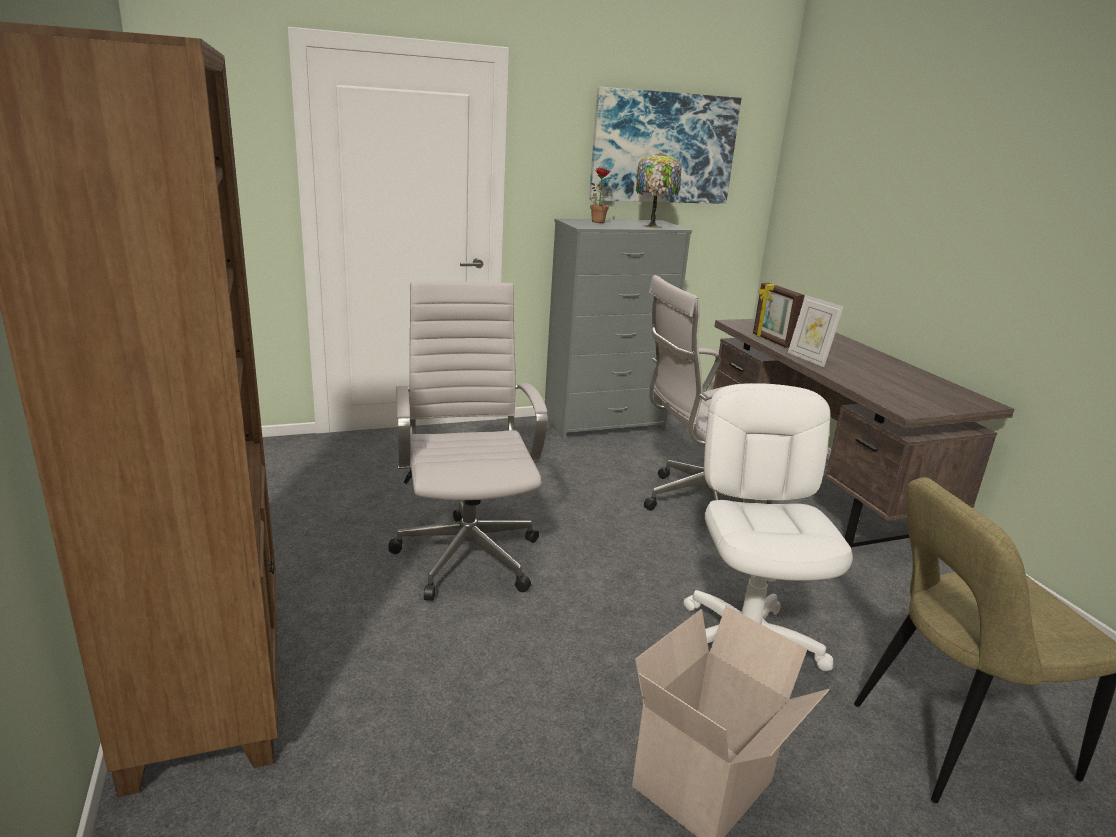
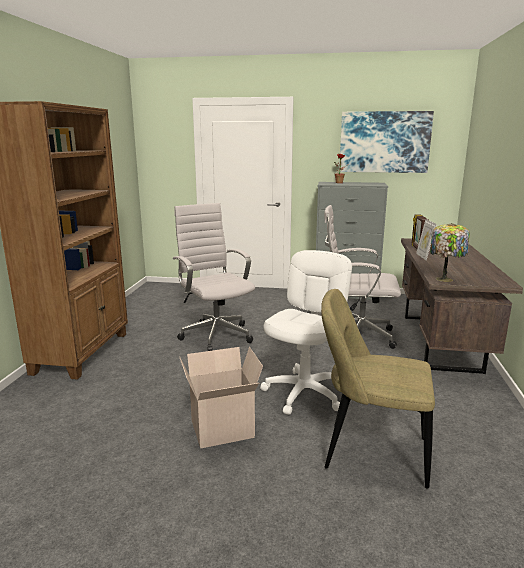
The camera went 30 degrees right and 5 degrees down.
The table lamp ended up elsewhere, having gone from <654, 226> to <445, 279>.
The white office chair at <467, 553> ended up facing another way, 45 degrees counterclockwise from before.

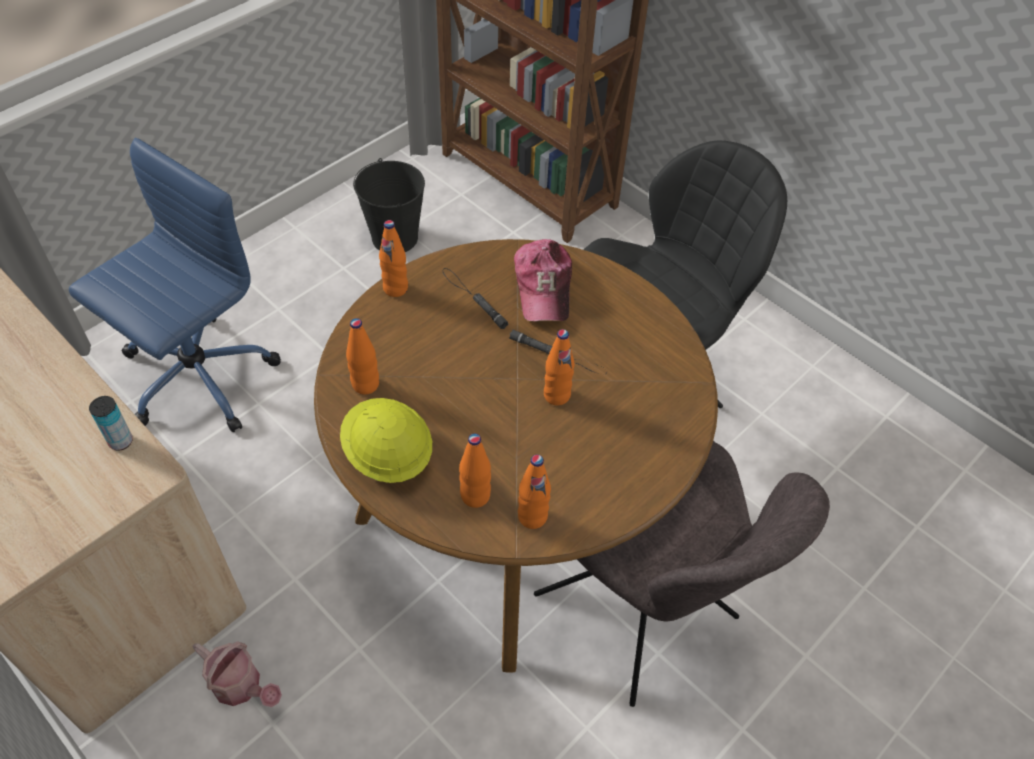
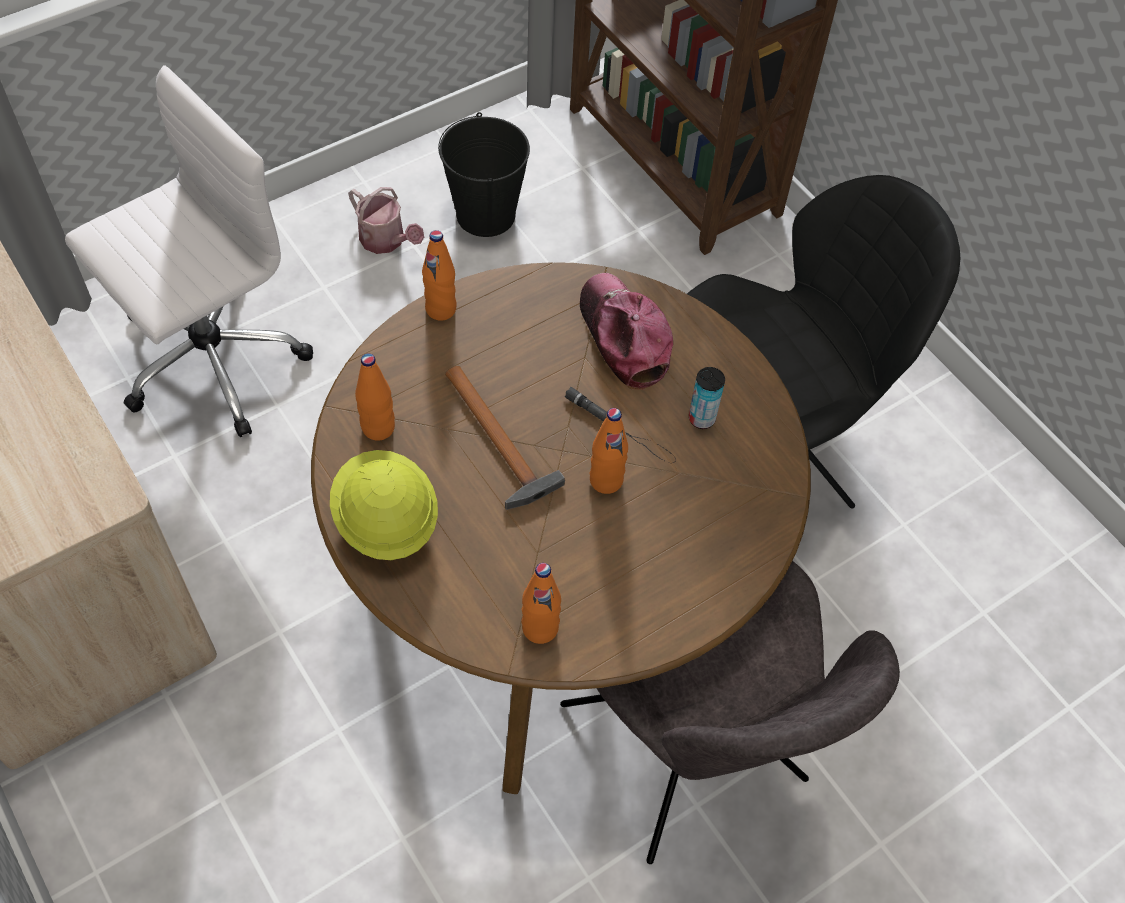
The camera went 10 degrees right and 5 degrees up.
What was the blue office chair at <196, 378> turned into the white office chair at <209, 360>.
The peaked cap at <543, 287> ended up facing another way, 150 degrees clockwise from before.
The second view lost the black-coloured hand torch at <473, 298>.
The metal can ended up elsewhere, having gone from <121, 441> to <701, 419>.
The second view lost the orange beverage bottle at <475, 496>.
The watering pot ended up elsewhere, having gone from <242, 686> to <386, 241>.
The second view gained the tool hammer at <498, 442>.

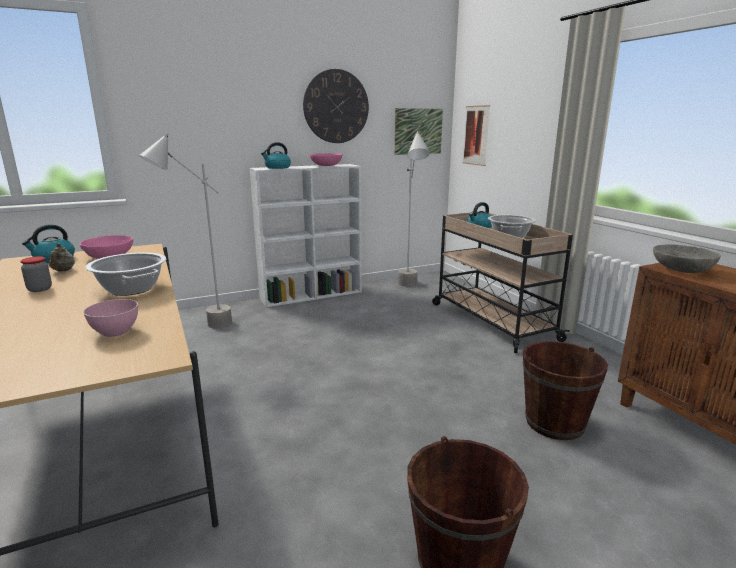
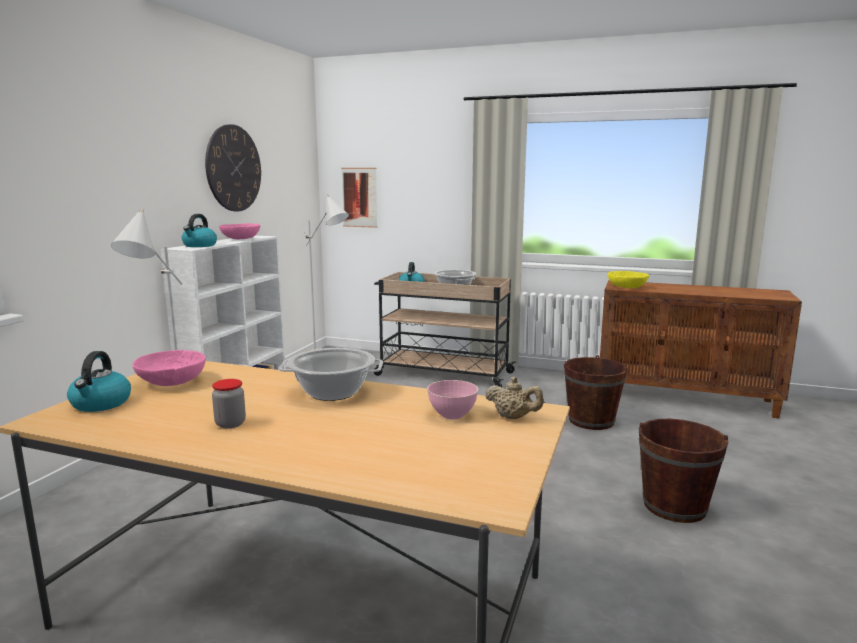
The camera went 45 degrees left and 5 degrees down.
The second view lost the picture at <418, 131>.
The sand-coloured tea pot ended up elsewhere, having gone from <63, 271> to <513, 417>.
What was the greyish bowl at <681, 270> turned into the yellow-coloured bowl at <626, 287>.

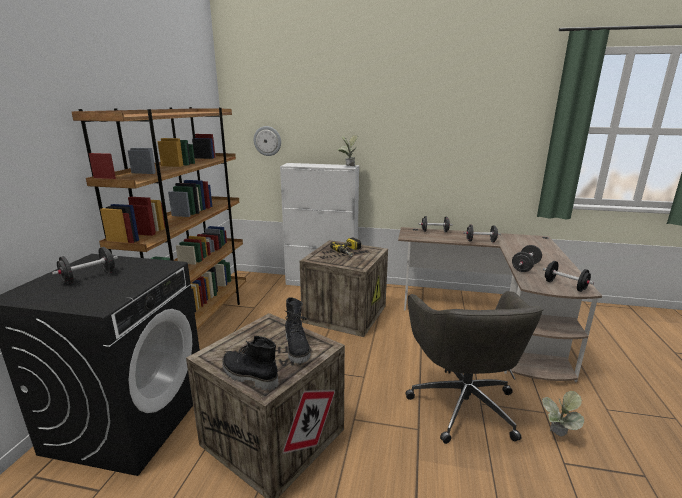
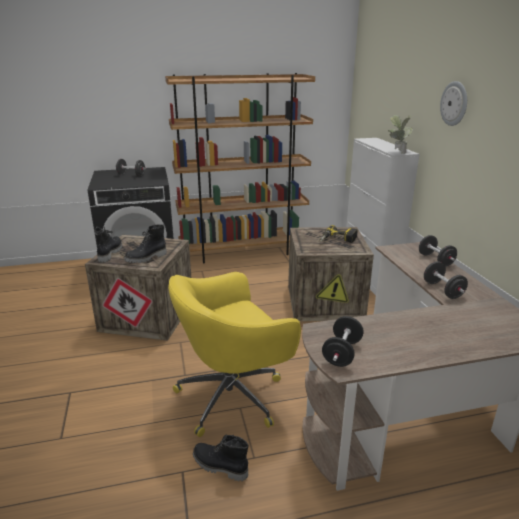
The camera went 65 degrees right and 5 degrees up.
The hanging clock ended up elsewhere, having gone from <267, 141> to <454, 103>.
The second view lost the black-coloured dumbbell at <525, 267>.
What was the greyish office chair at <462, 403> turned into the yellow-coloured office chair at <233, 395>.
Where the plant in a pot stood at <556, 436>, the black-coloured tall boot came to stand at <219, 466>.

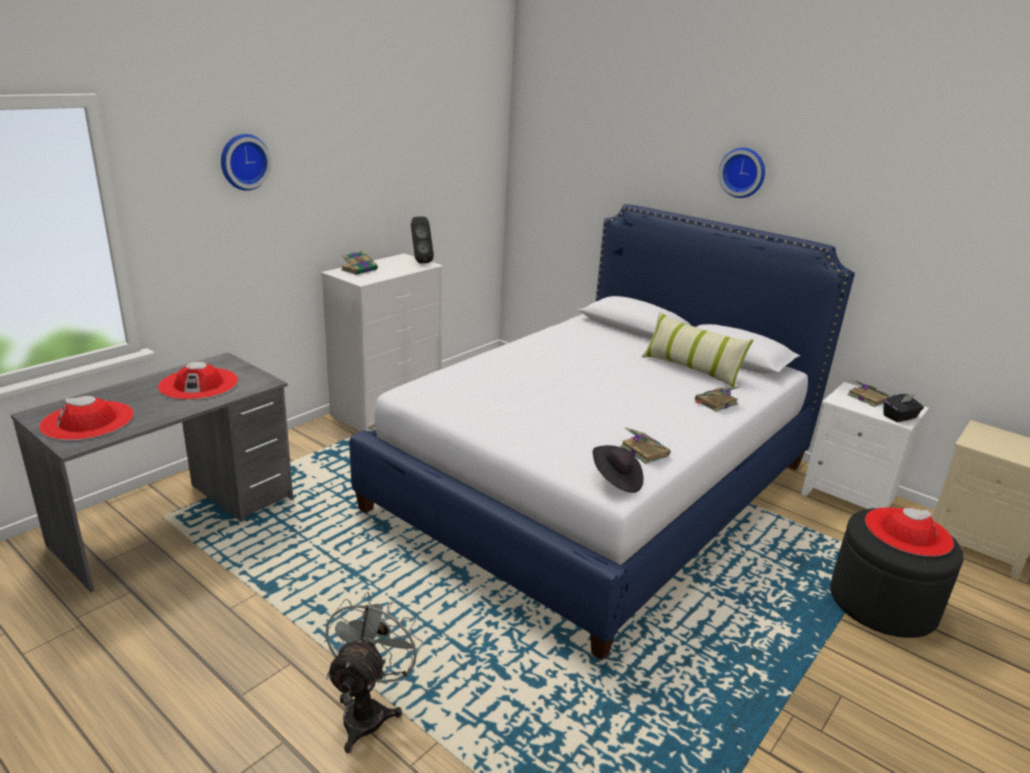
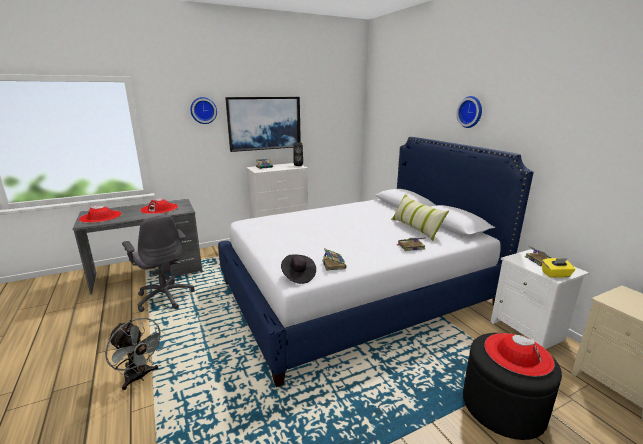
The camera went 25 degrees right and 5 degrees down.
What was the black-coloured box of tissues at <900, 417> turned into the yellow-coloured box of tissues at <556, 275>.
The greyish fan at <368, 711> ended up facing another way, 90 degrees clockwise from before.
The second view gained the picture at <264, 123>.
The second view gained the greyish office chair at <165, 297>.

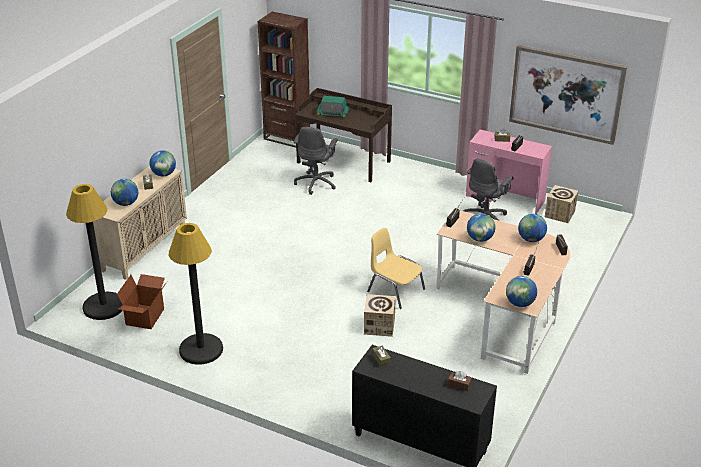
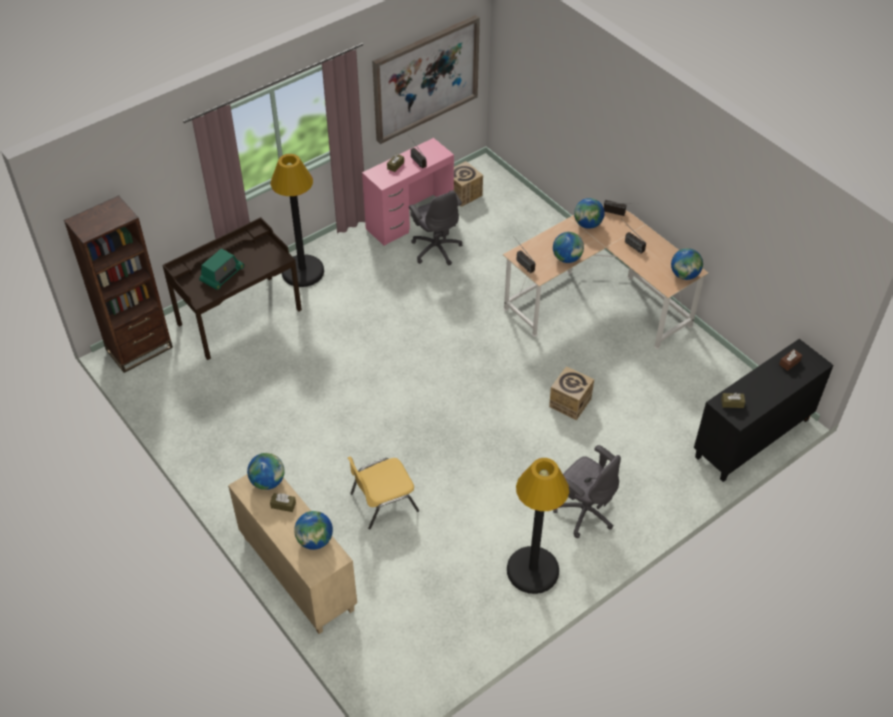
The camera went 65 degrees left and 15 degrees up.
The greyish office chair ended up elsewhere, having gone from <316, 183> to <584, 511>.
The black-coloured standing lamp ended up elsewhere, having gone from <104, 306> to <302, 271>.
The yellow-coloured chair ended up elsewhere, having gone from <395, 290> to <382, 502>.
The second view lost the cardboard box at <145, 317>.

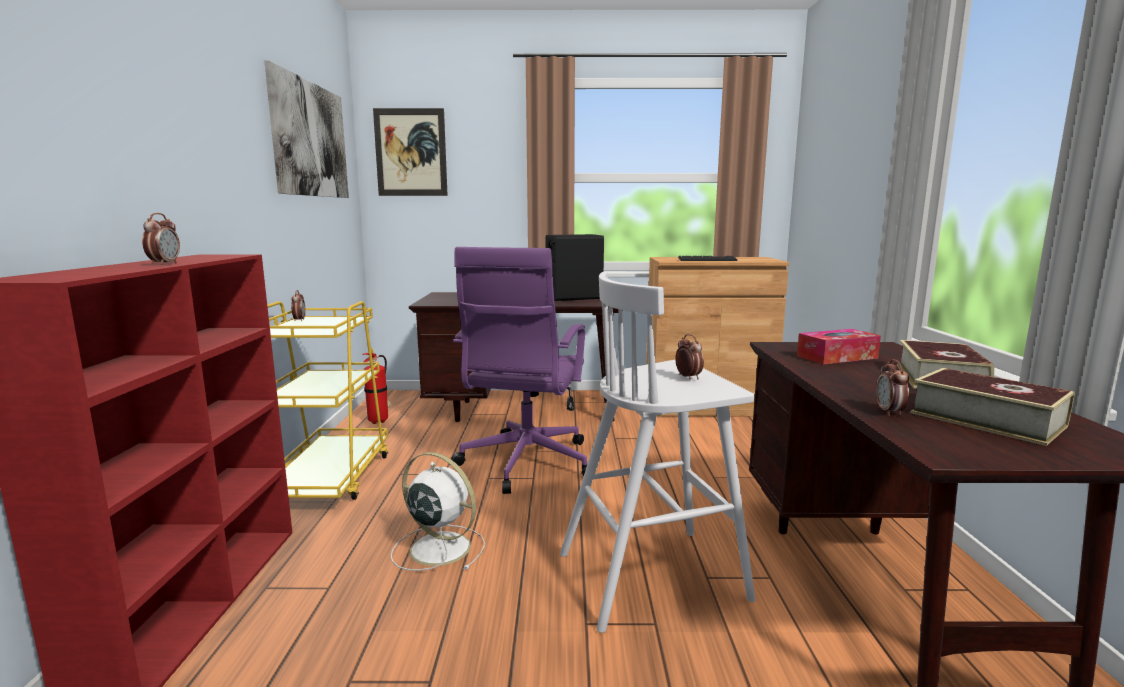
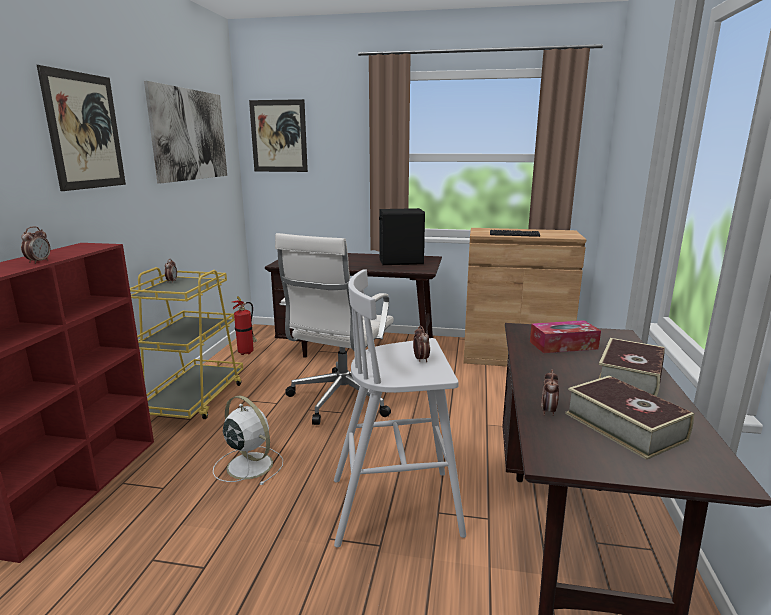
The camera went 10 degrees right and 5 degrees up.
What was the purple office chair at <525, 464> turned into the white office chair at <341, 399>.
The second view gained the picture at <85, 131>.

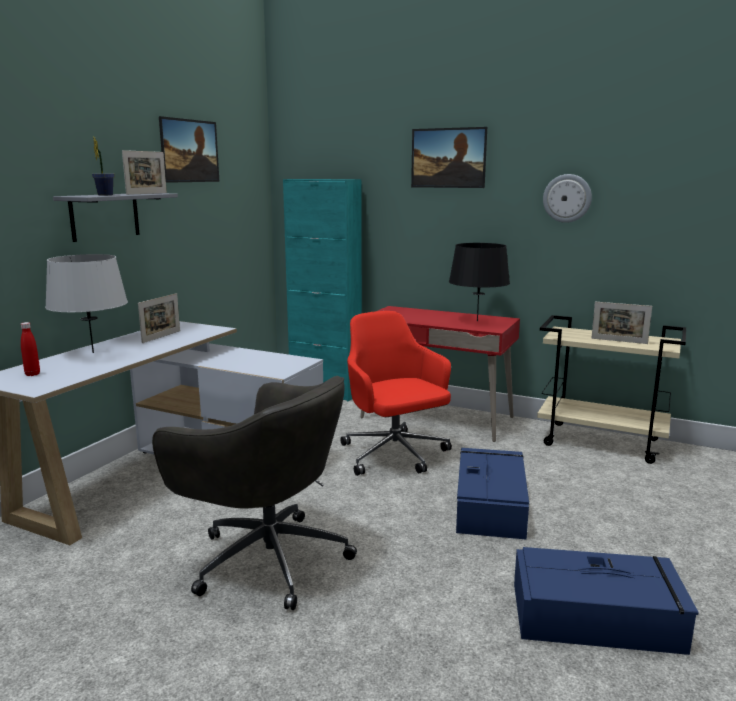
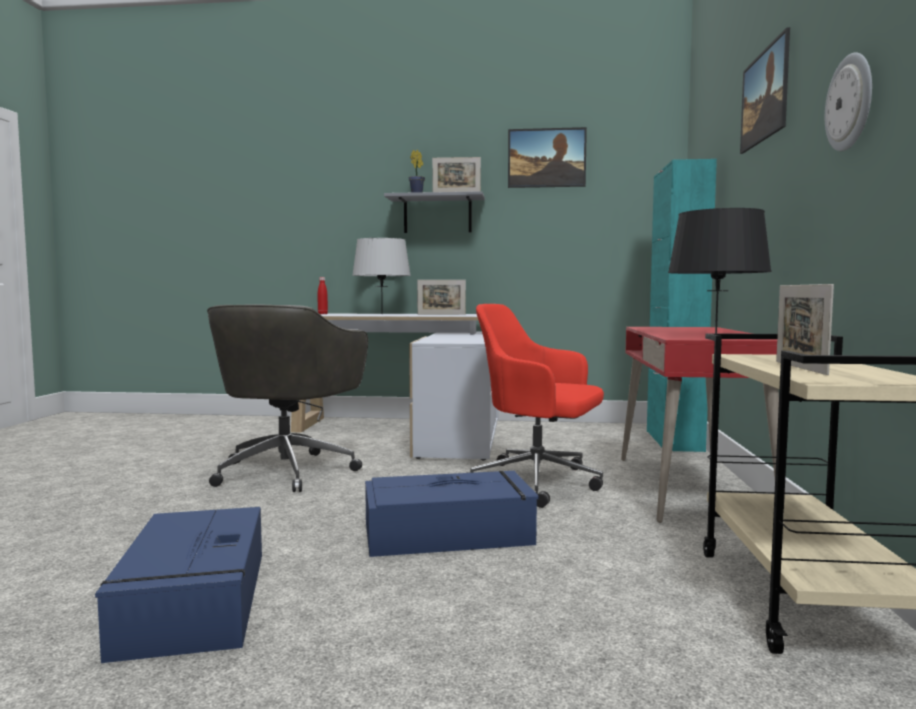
The camera went 70 degrees right and 10 degrees down.
The reddish office chair at <395, 455> ended up facing another way, 105 degrees counterclockwise from before.

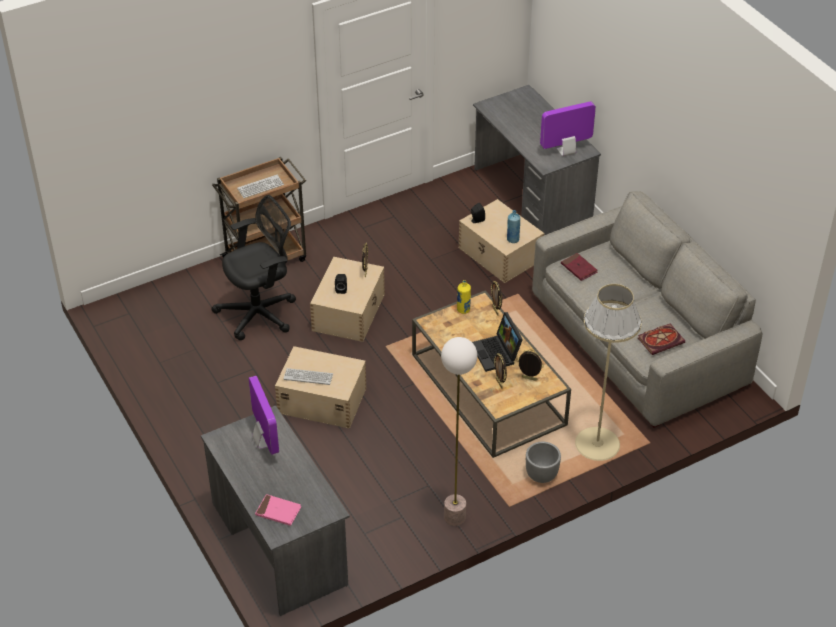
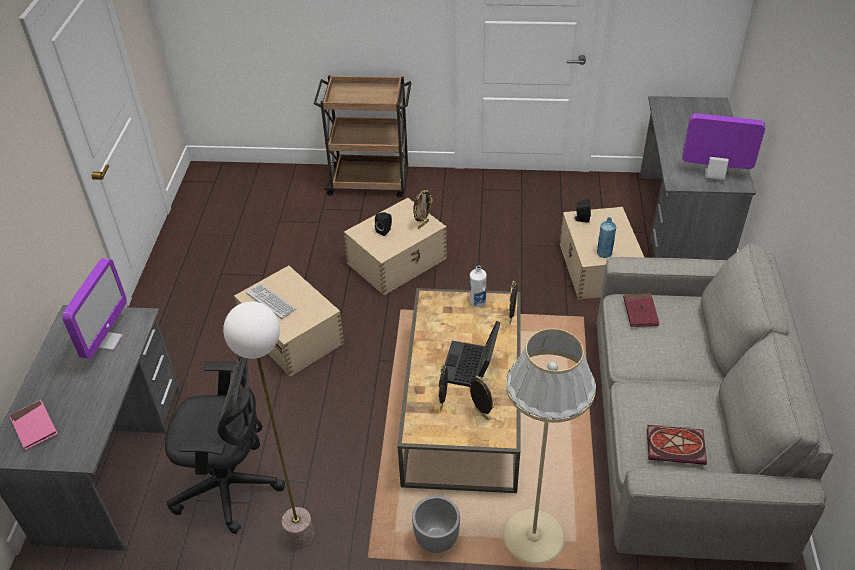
The camera went 35 degrees right and 0 degrees up.
The second view lost the computer keyboard at <260, 187>.
The black-coloured office chair ended up elsewhere, having gone from <260, 313> to <231, 486>.
What was the yellow-coloured beverage bottle at <463, 310> turned into the white beverage bottle at <477, 302>.

